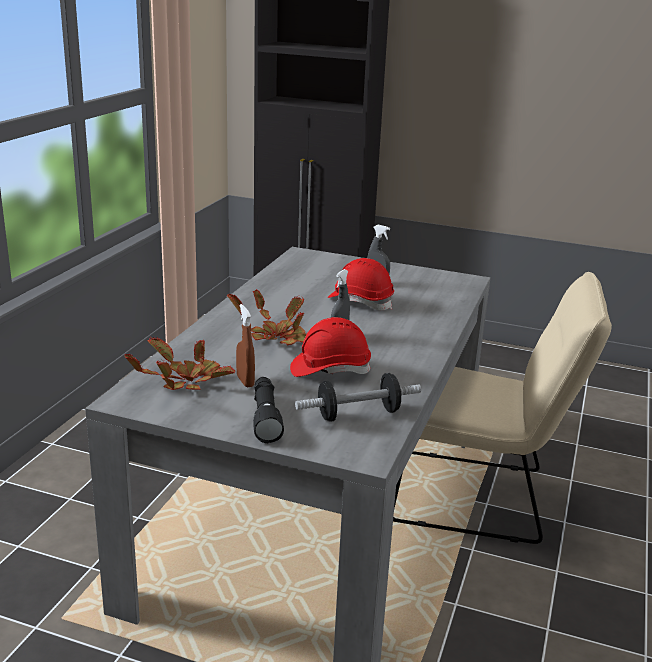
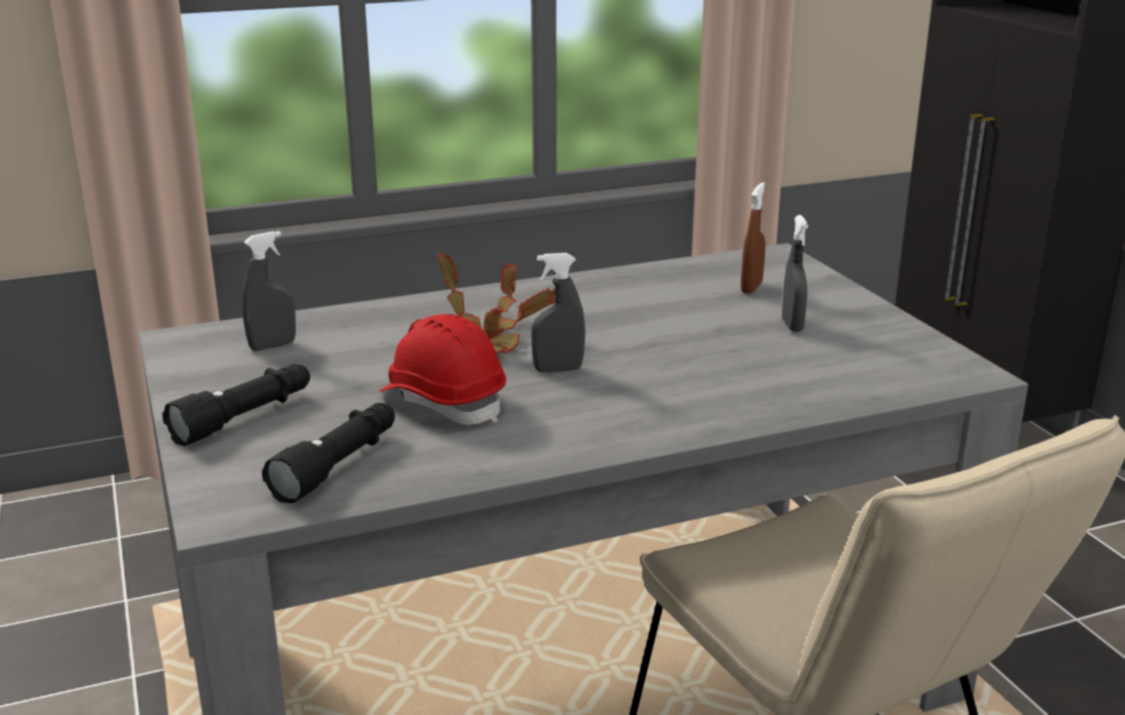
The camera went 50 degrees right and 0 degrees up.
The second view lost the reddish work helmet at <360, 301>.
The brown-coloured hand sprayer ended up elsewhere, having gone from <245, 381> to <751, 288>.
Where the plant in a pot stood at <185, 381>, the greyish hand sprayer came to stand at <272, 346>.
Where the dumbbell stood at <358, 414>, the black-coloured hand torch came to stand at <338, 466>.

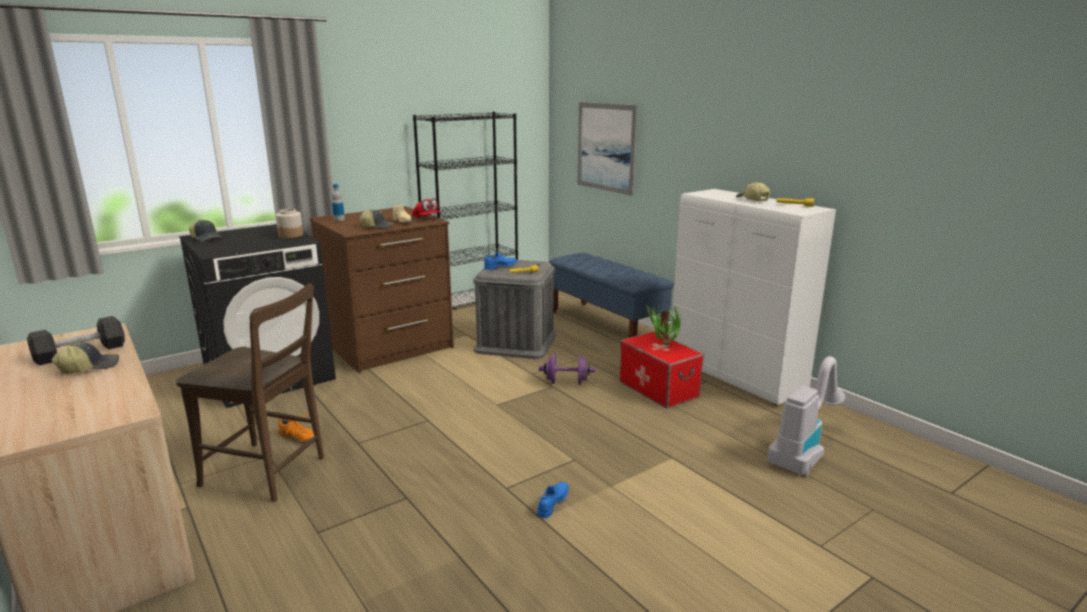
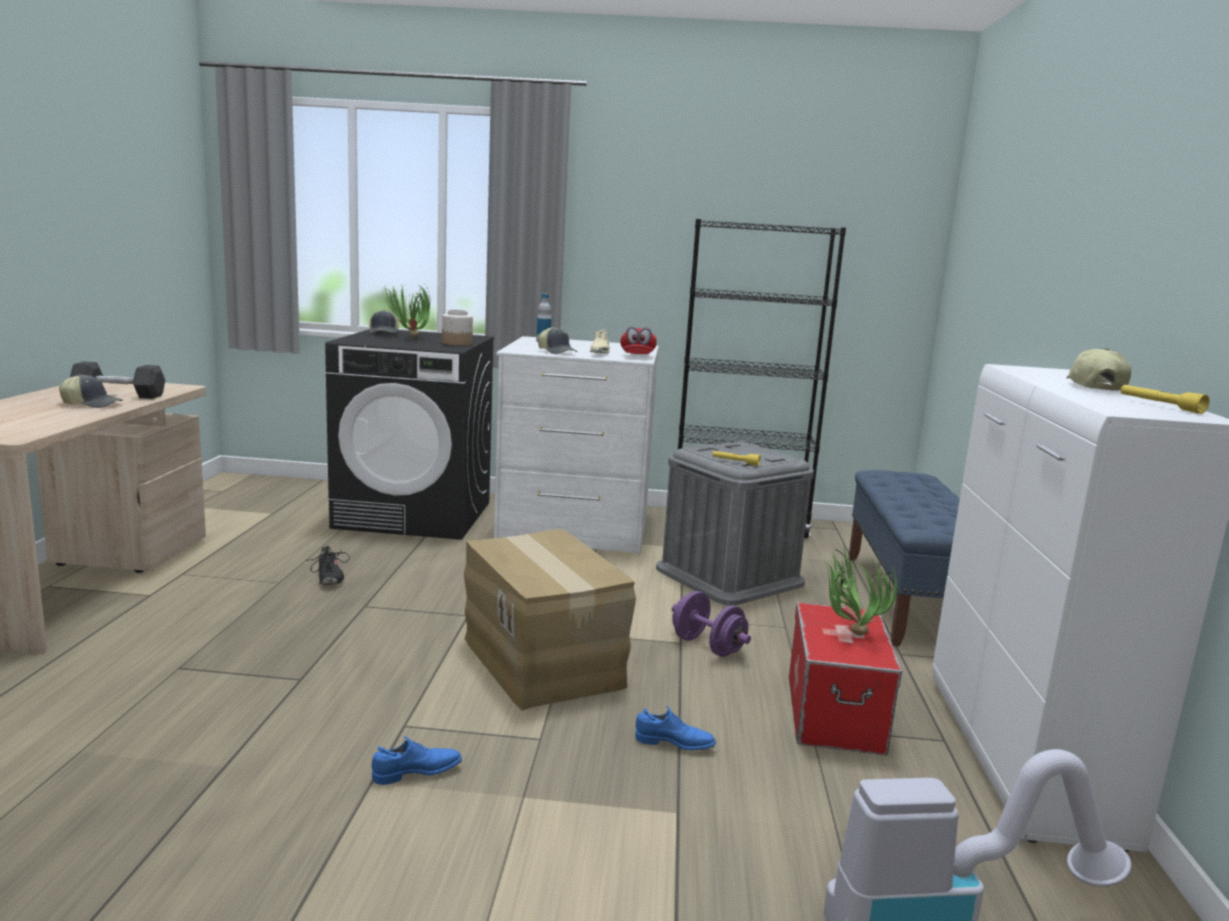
The camera went 40 degrees right and 5 degrees down.
The second view lost the picture at <606, 147>.
What was the brown-coloured chest of drawers at <389, 346> turned into the white chest of drawers at <574, 528>.
The blue item of footwear ended up elsewhere, having gone from <500, 266> to <674, 743>.
The second view lost the brown-coloured chair at <269, 472>.
What was the orange item of footwear at <298, 438> turned into the black-coloured item of footwear at <328, 578>.
The second view gained the plant in a pot at <409, 338>.
The second view gained the cardboard box at <544, 661>.

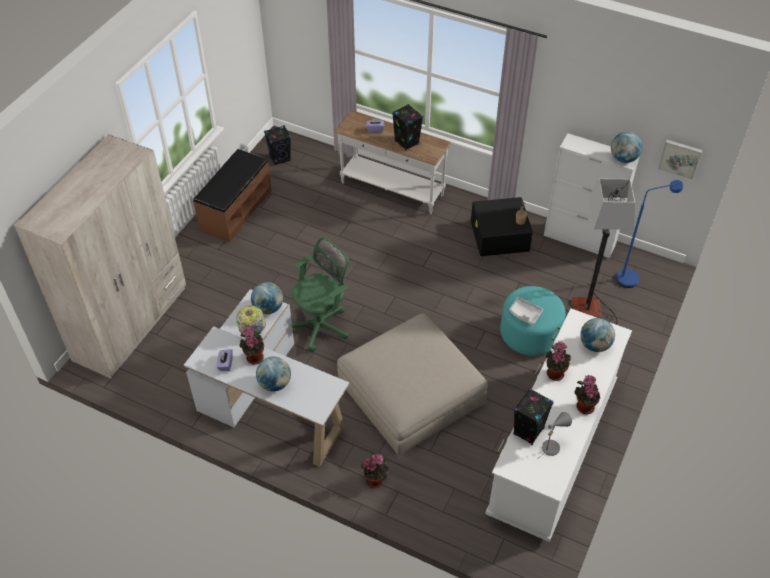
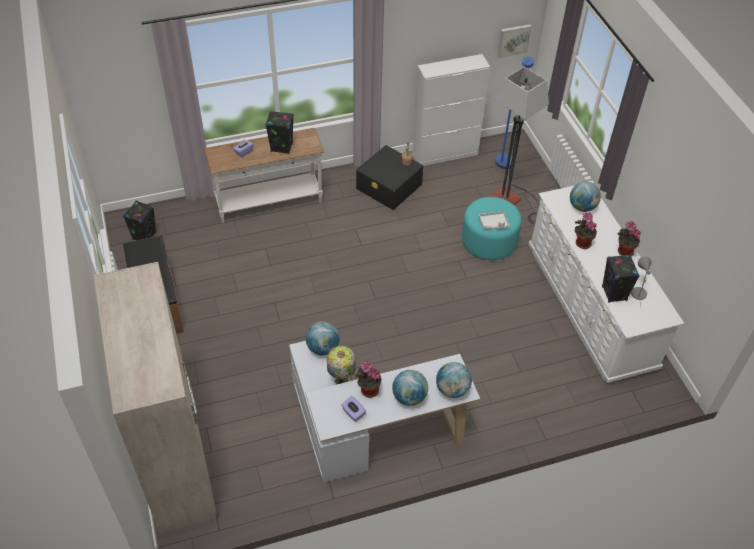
The camera went 45 degrees left and 0 degrees up.
The globe ended up elsewhere, having gone from <623, 159> to <452, 389>.
The second view lost the greenish office chair at <321, 325>.
The second view lost the sand-coloured footrest at <411, 392>.
The second view lost the plant in a pot at <375, 479>.

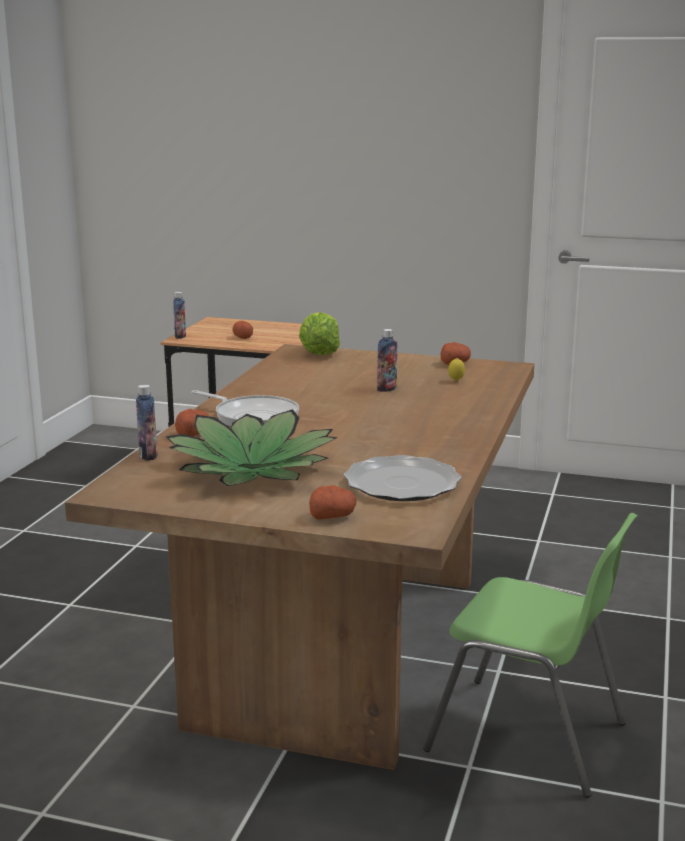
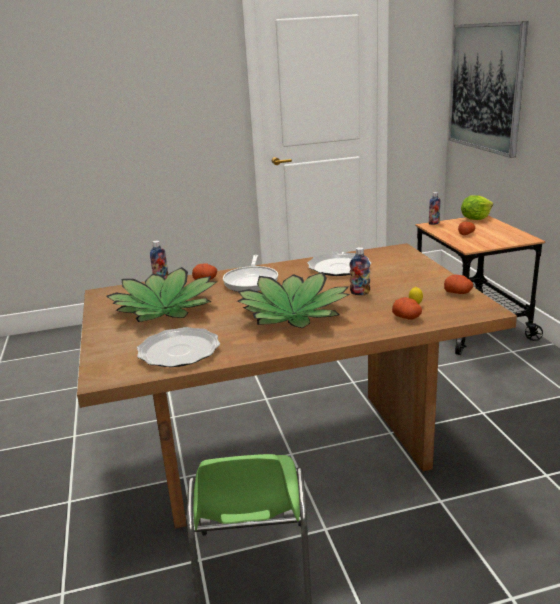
The camera went 60 degrees right and 5 degrees up.
The head of lettuce ended up elsewhere, having gone from <319, 353> to <475, 219>.
The spud ended up elsewhere, having gone from <332, 516> to <407, 317>.
The second view gained the picture at <486, 87>.
The second view gained the dinner plate at <338, 267>.
The second view gained the plant in a pot at <294, 313>.

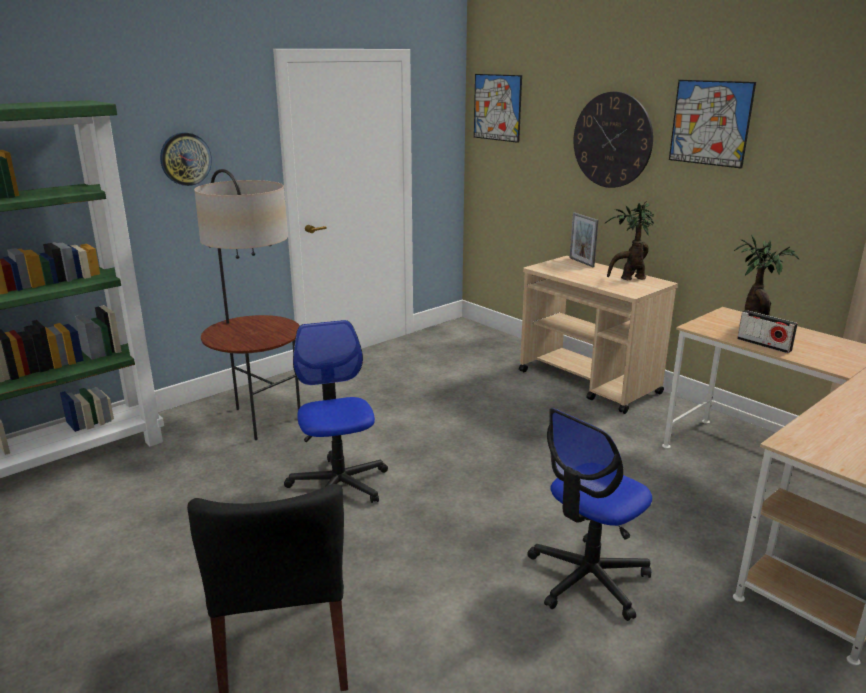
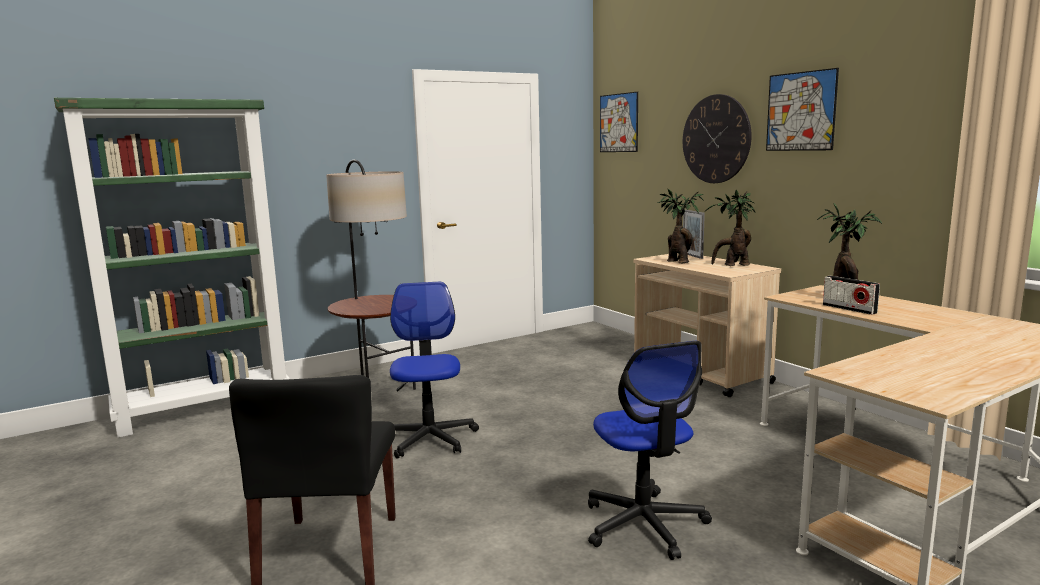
The camera went 10 degrees right and 10 degrees down.
The second view lost the hanging clock at <185, 159>.
The office chair at <588, 578> ended up facing another way, 75 degrees counterclockwise from before.
The second view gained the plant in a pot at <676, 262>.

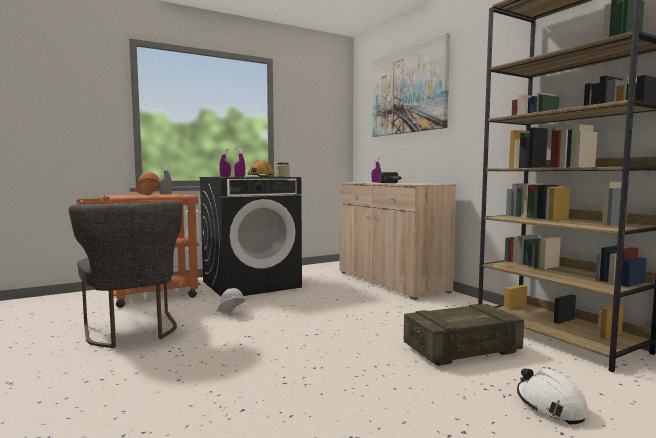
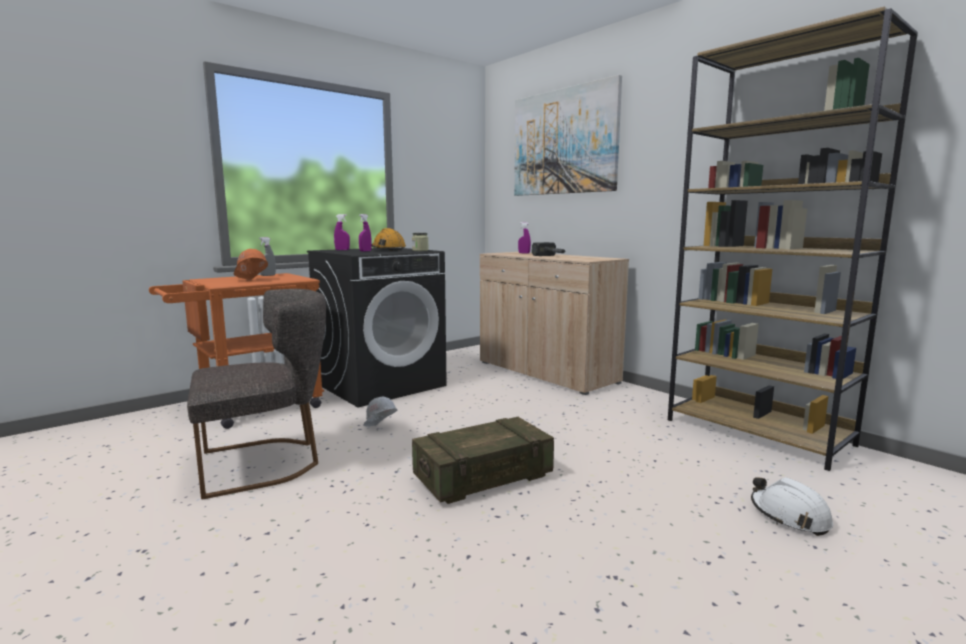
The camera went 10 degrees left and 5 degrees up.
The greyish chair at <133, 331> ended up facing another way, 75 degrees counterclockwise from before.
The shipping crate ended up elsewhere, having gone from <462, 350> to <483, 477>.

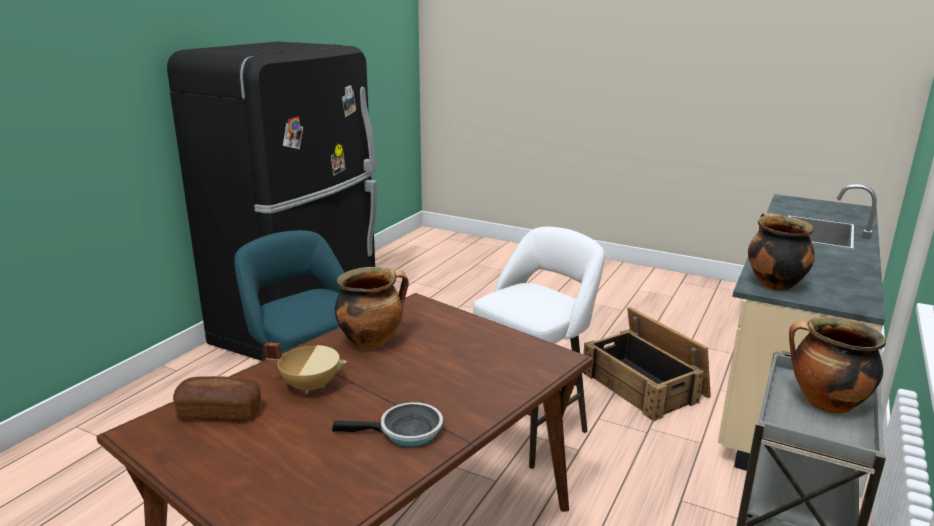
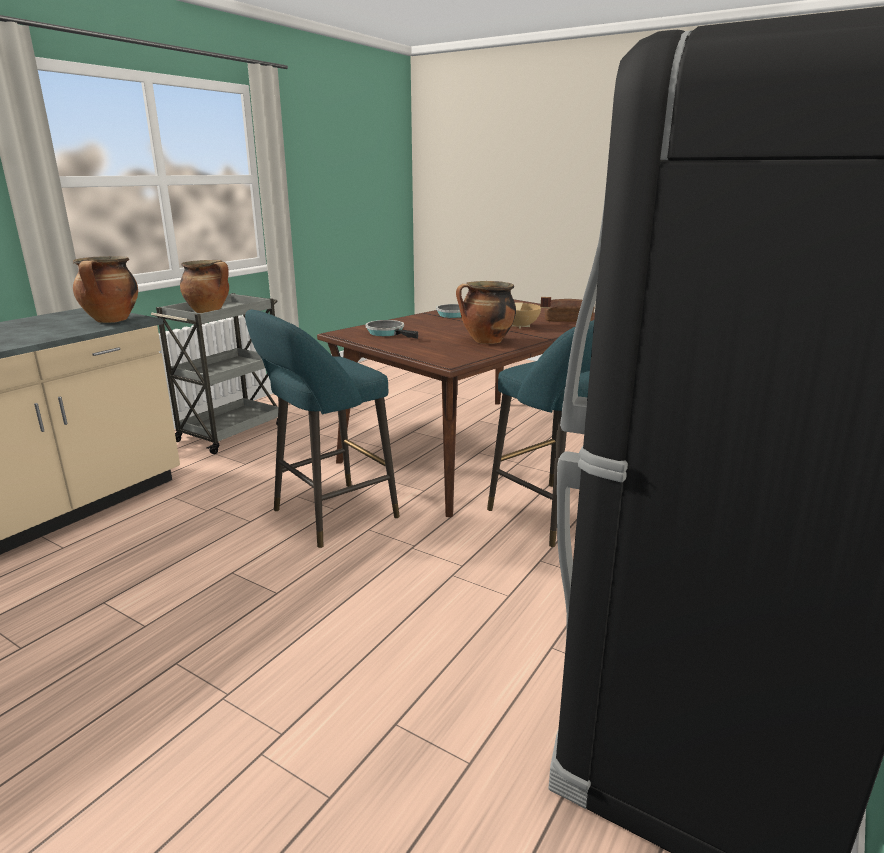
The camera went 175 degrees left and 0 degrees up.
What was the white stool at <531, 427> turned into the turquoise stool at <329, 516>.
The second view lost the shipping crate at <645, 384>.
The second view gained the pan at <388, 333>.

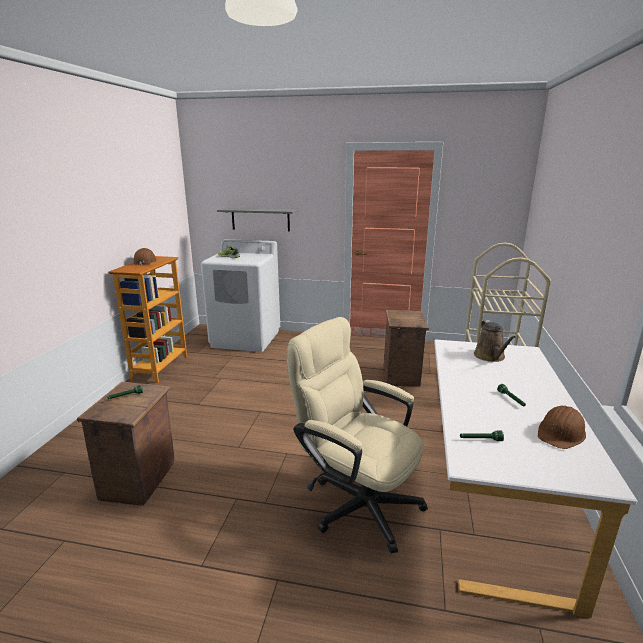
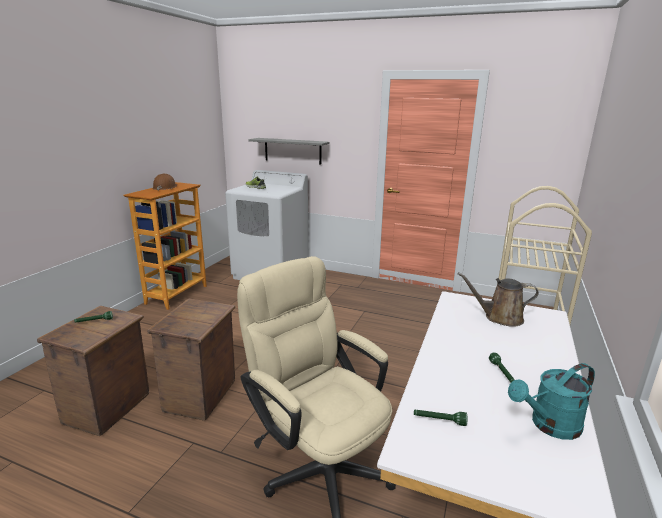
The camera went 10 degrees right and 0 degrees up.
The shipping crate ended up elsewhere, having gone from <401, 375> to <201, 395>.
The brown-coloured watering pot at <490, 357> ended up facing another way, 90 degrees clockwise from before.
Where the brown-coloured work helmet stood at <561, 433>, the turquoise watering pot came to stand at <549, 426>.

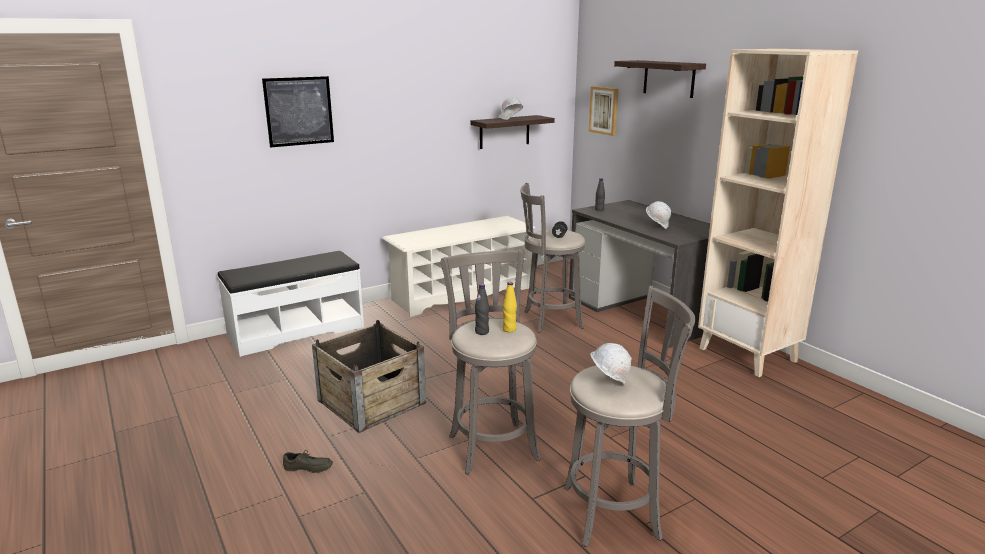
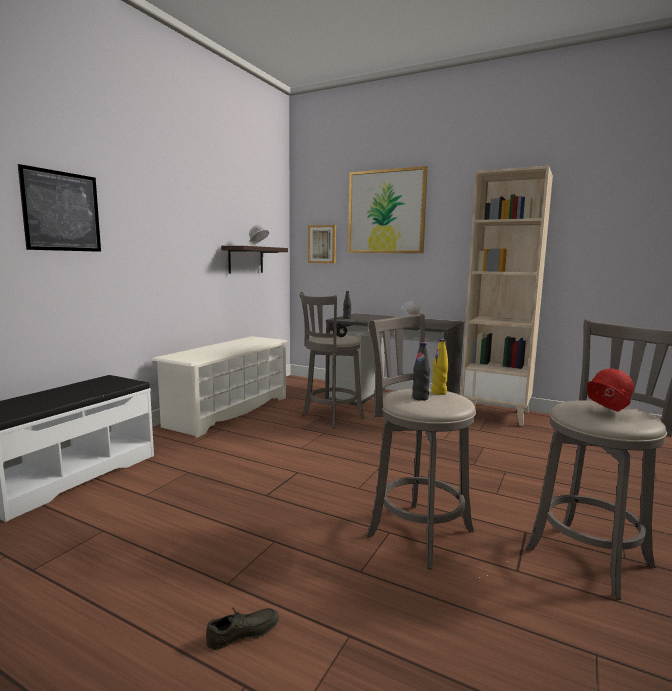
The camera went 30 degrees left and 10 degrees down.
Where the bracket shelf hung at <669, 78>, the picture came to hang at <386, 212>.
The second view lost the shipping crate at <371, 401>.
What was the white work helmet at <608, 383> turned into the reddish work helmet at <605, 413>.

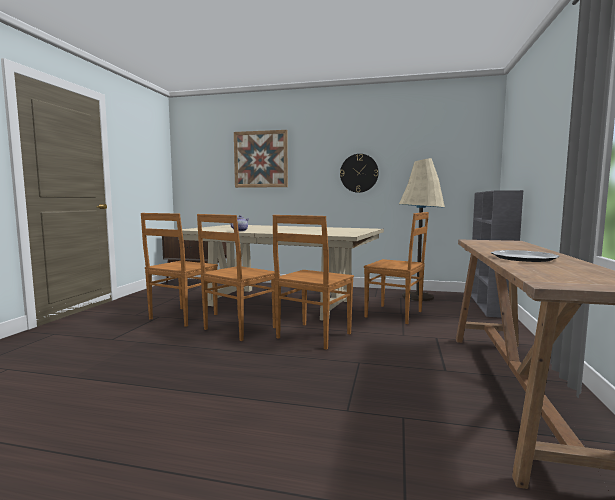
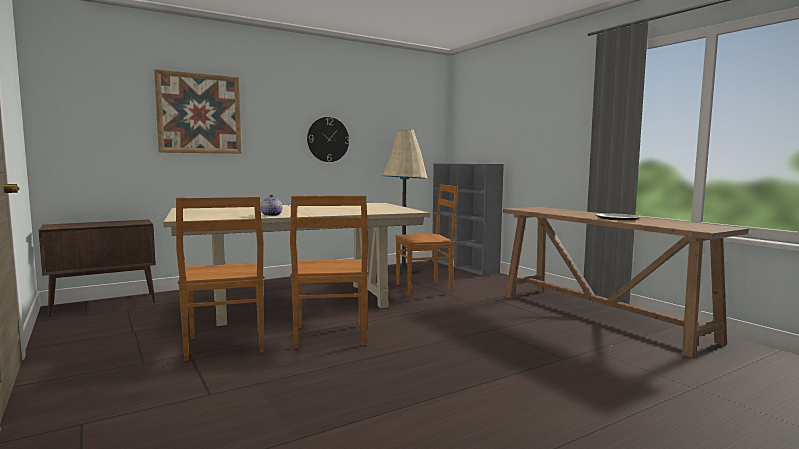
The camera went 45 degrees left and 0 degrees up.
The second view lost the brown-coloured chair at <312, 336>.

